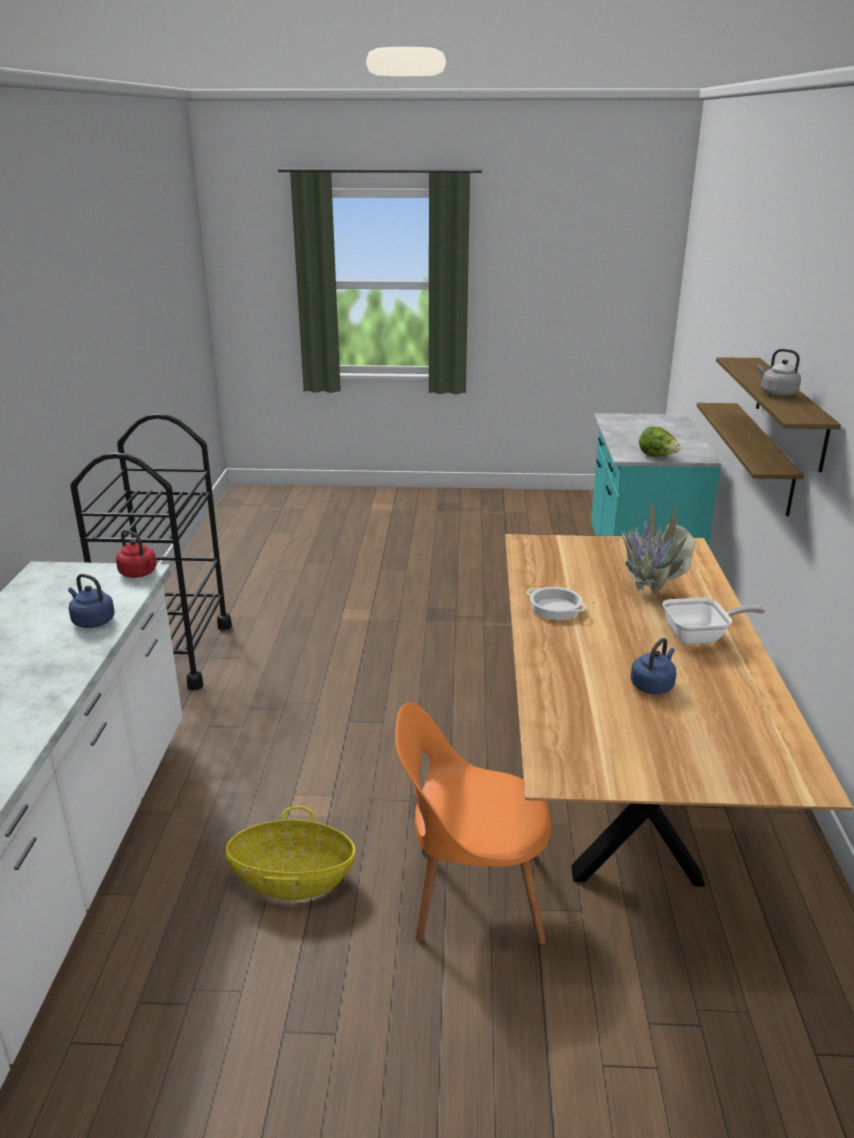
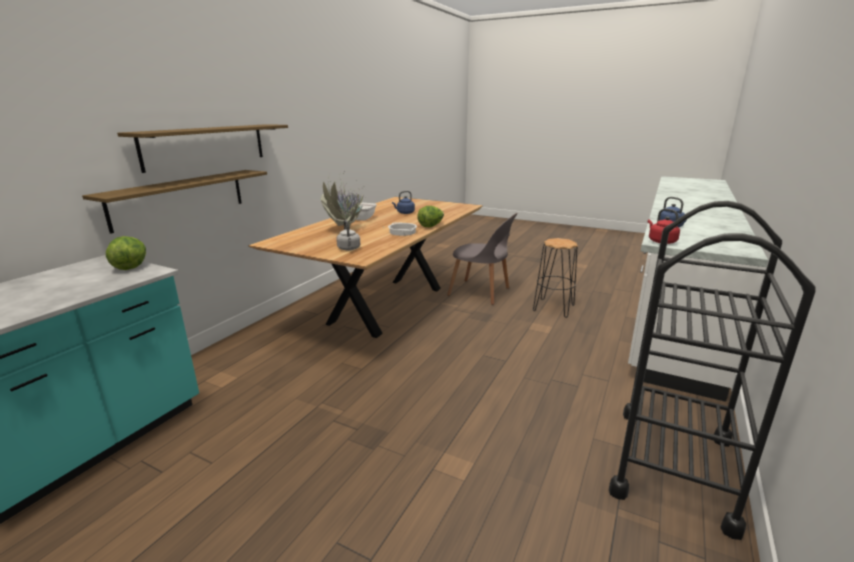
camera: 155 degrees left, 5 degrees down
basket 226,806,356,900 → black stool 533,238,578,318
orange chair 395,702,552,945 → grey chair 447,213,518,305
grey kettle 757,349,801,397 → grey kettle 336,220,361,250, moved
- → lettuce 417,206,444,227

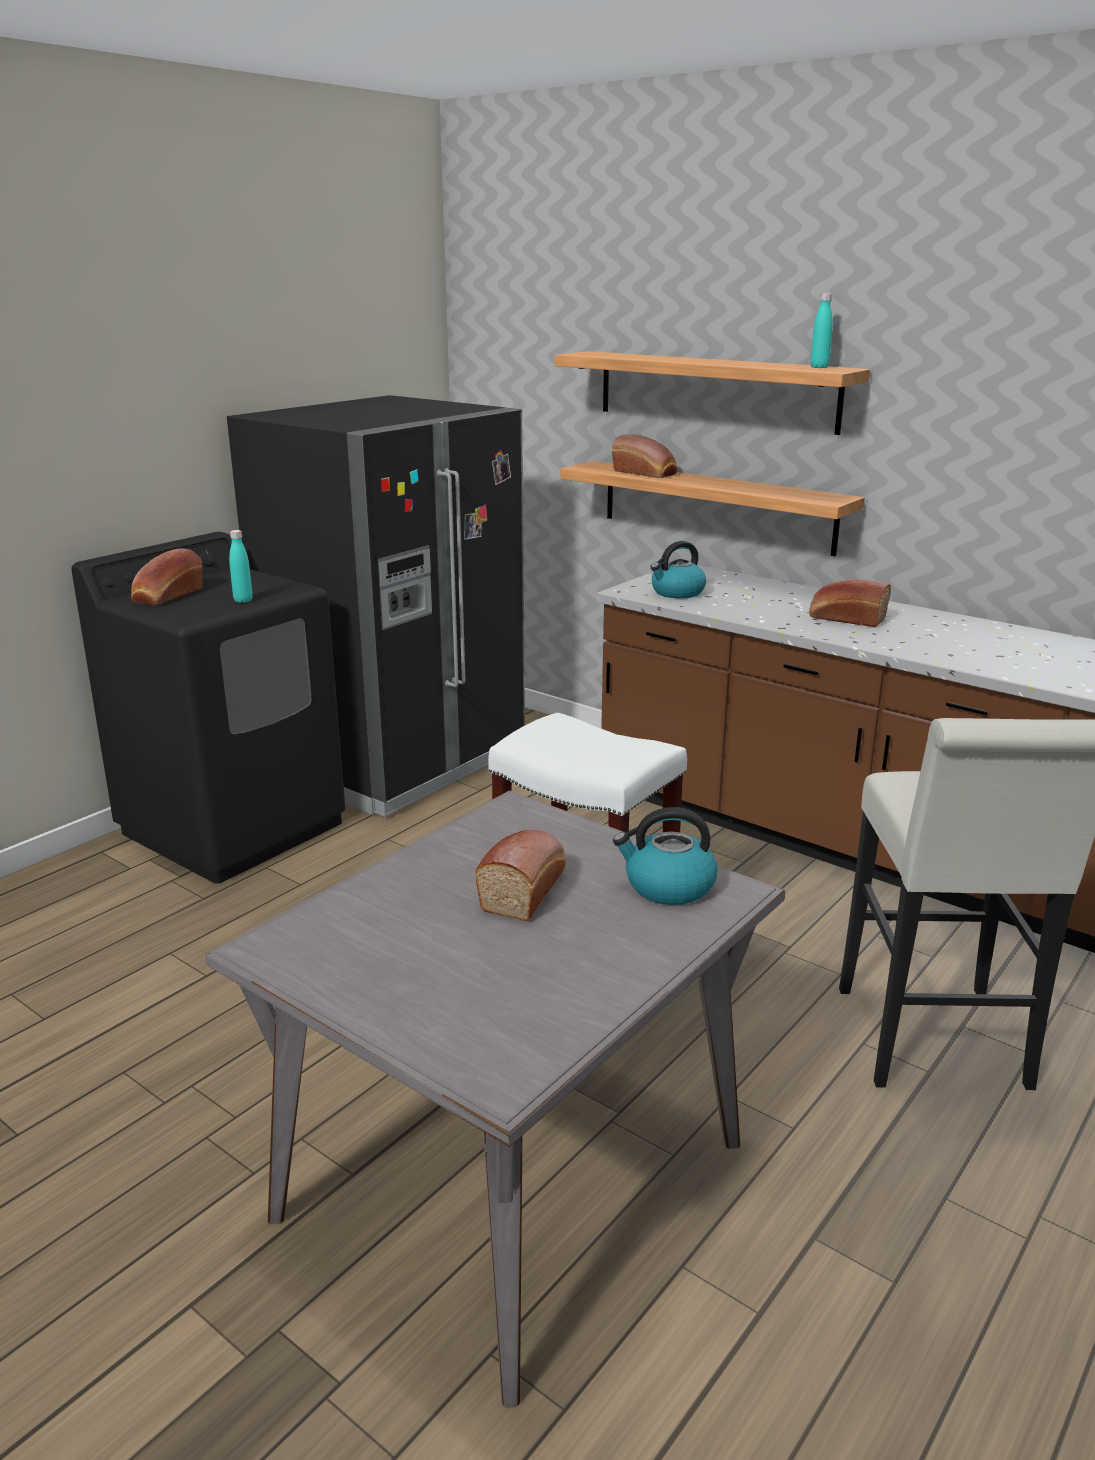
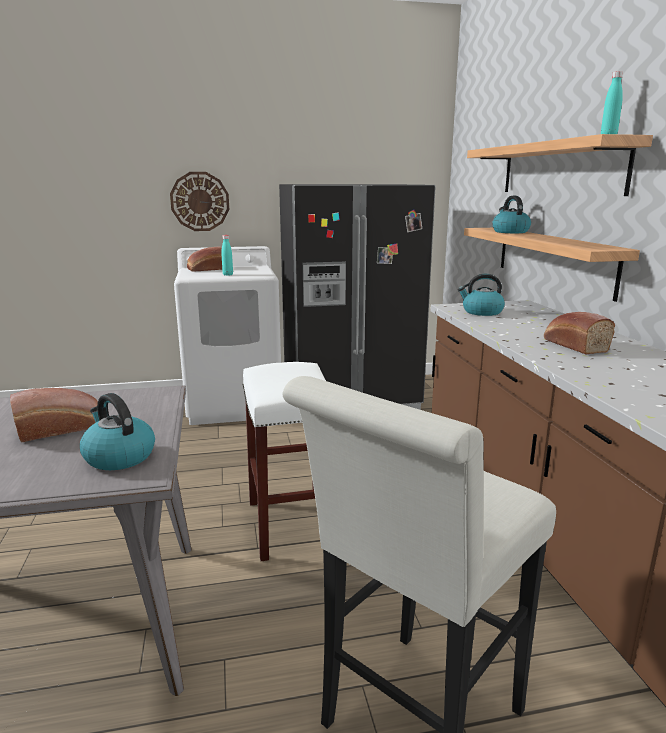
camera: 40 degrees right, 5 degrees down
black washing machine 71,532,345,884 → white washing machine 174,246,281,425
bread 612,434,677,478 → kettle 492,196,531,233
- → wall clock 170,172,229,231

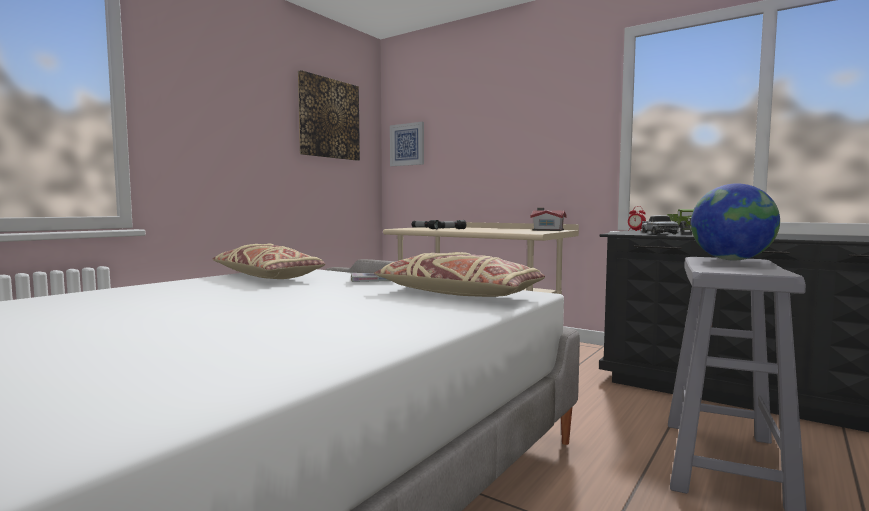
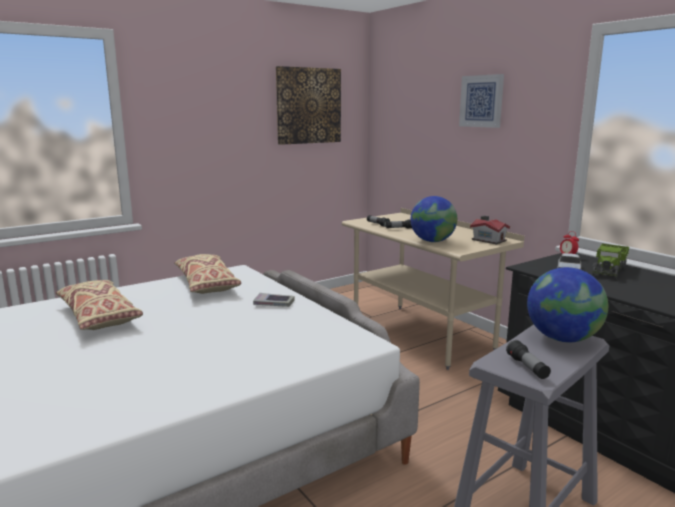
camera: 20 degrees right, 10 degrees up
beige pillow 374,252,545,297 → beige pillow 55,280,143,330, moved
picture 390,122,424,166 → picture 459,74,504,128, moved
- → globe 410,196,457,242
- → flashlight 506,340,551,379

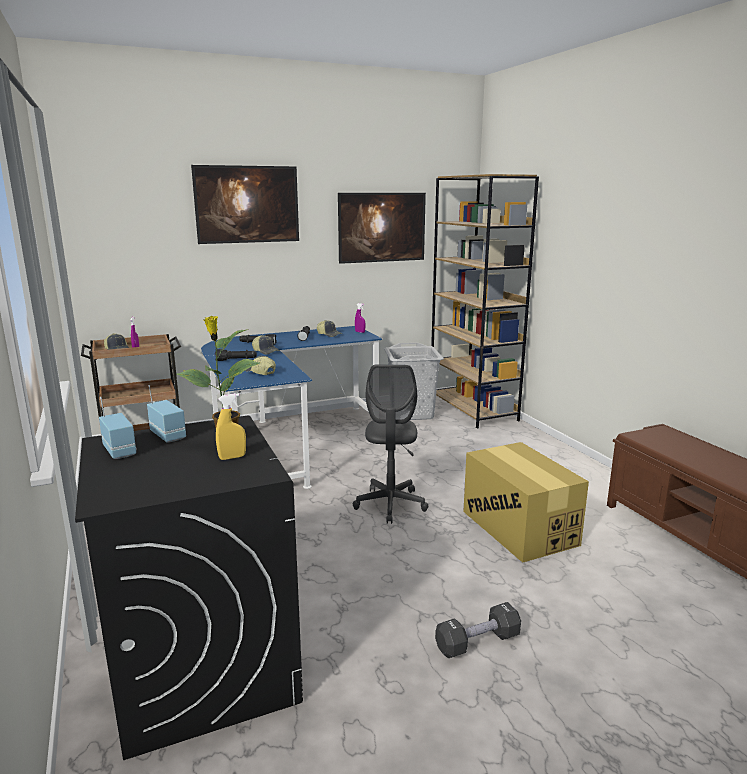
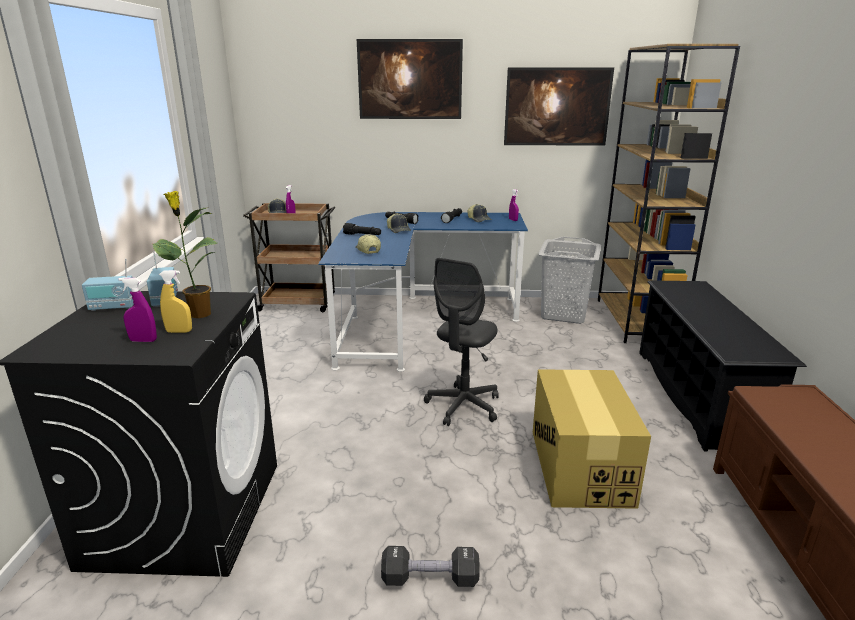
camera: 25 degrees right, 5 degrees up
radio 99,397,137,459 → radio 82,259,134,311, 90 degrees clockwise
- → purple spray bottle 118,277,157,342
- → black shoe rack 639,281,807,452

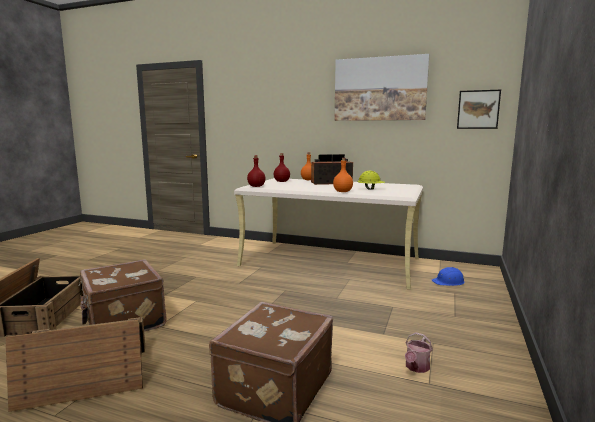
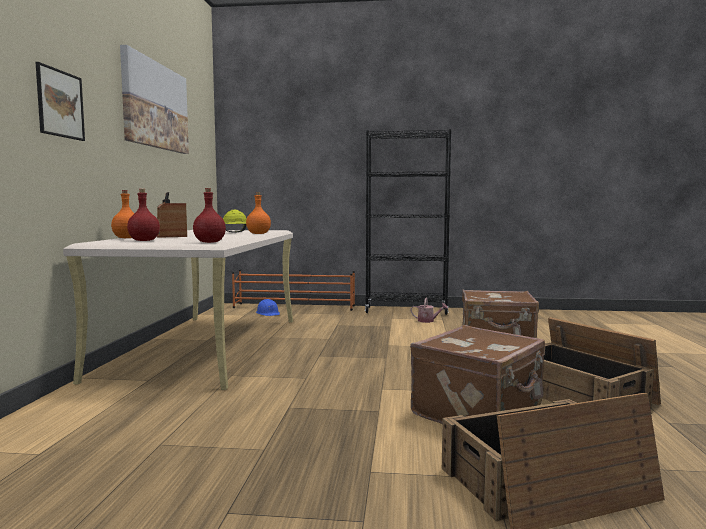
camera: 105 degrees left, 5 degrees down
picture 457,90,501,129 → picture 36,62,85,141, moved
- → orange shoe rack 232,270,355,311
- → black bookcase 365,129,452,315

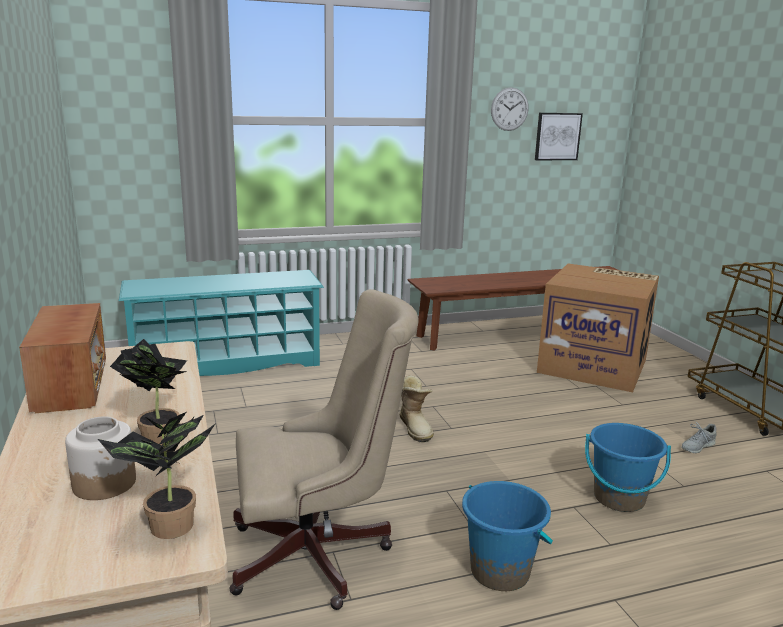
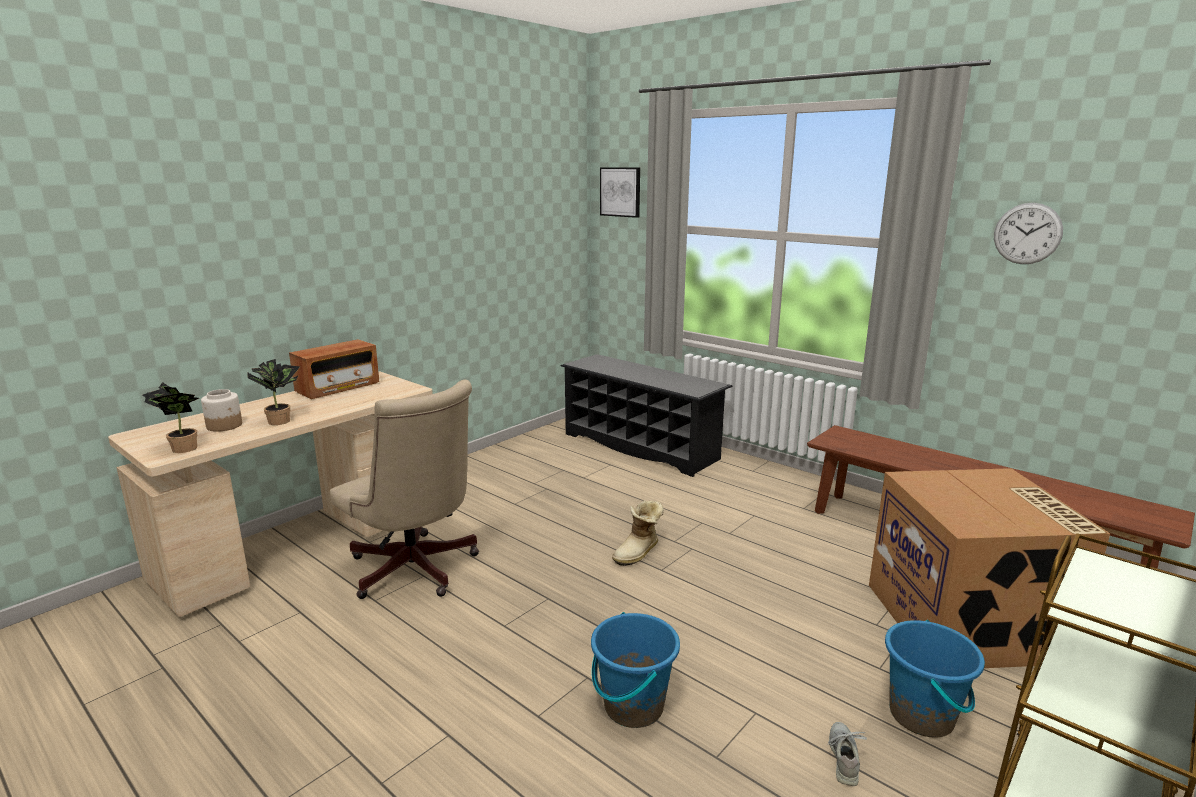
camera: 60 degrees right, 0 degrees up
turquoise shoe rack 119,270,324,376 → black shoe rack 561,354,733,477
blue bucket 462,481,553,591 → blue bucket 885,620,985,738, moved
picture 535,113,583,161 → picture 600,167,640,218, moved
grey shoe 681,420,717,453 → grey shoe 827,722,867,786, 75 degrees clockwise

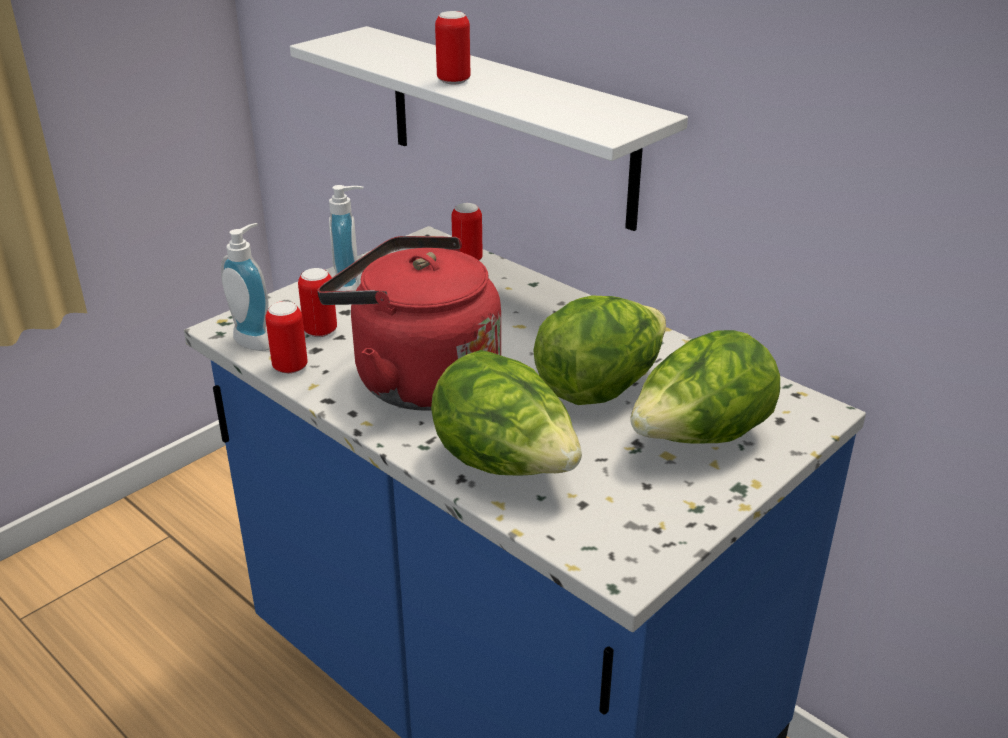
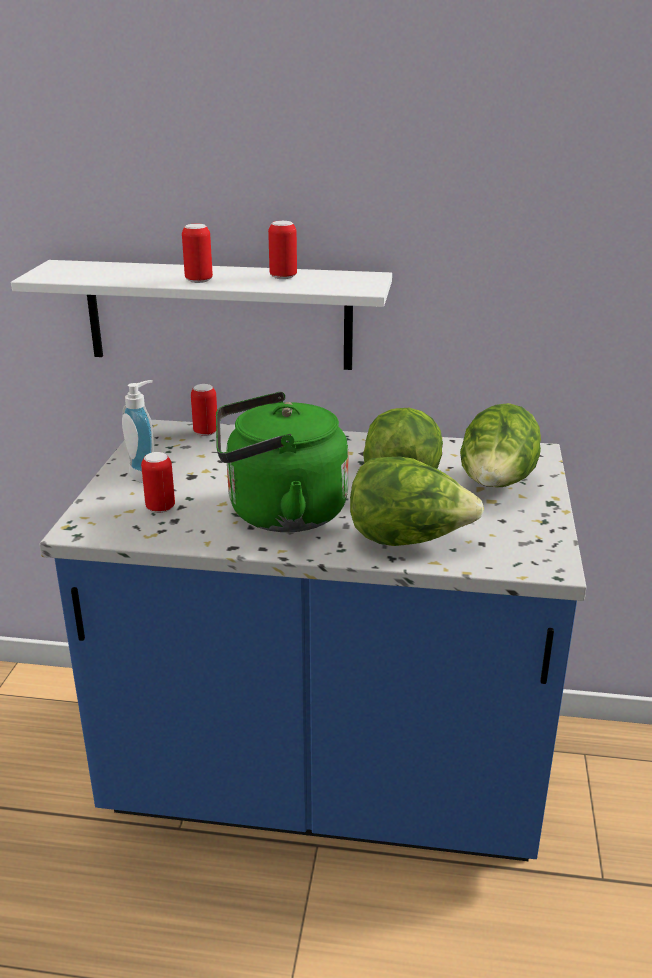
camera: 35 degrees left, 5 degrees down
soap dispenser 221,223,270,351 → -
can 265,301,308,374 → can 268,221,297,279, moved
red kettle 317,236,501,411 → green kettle 216,392,349,532

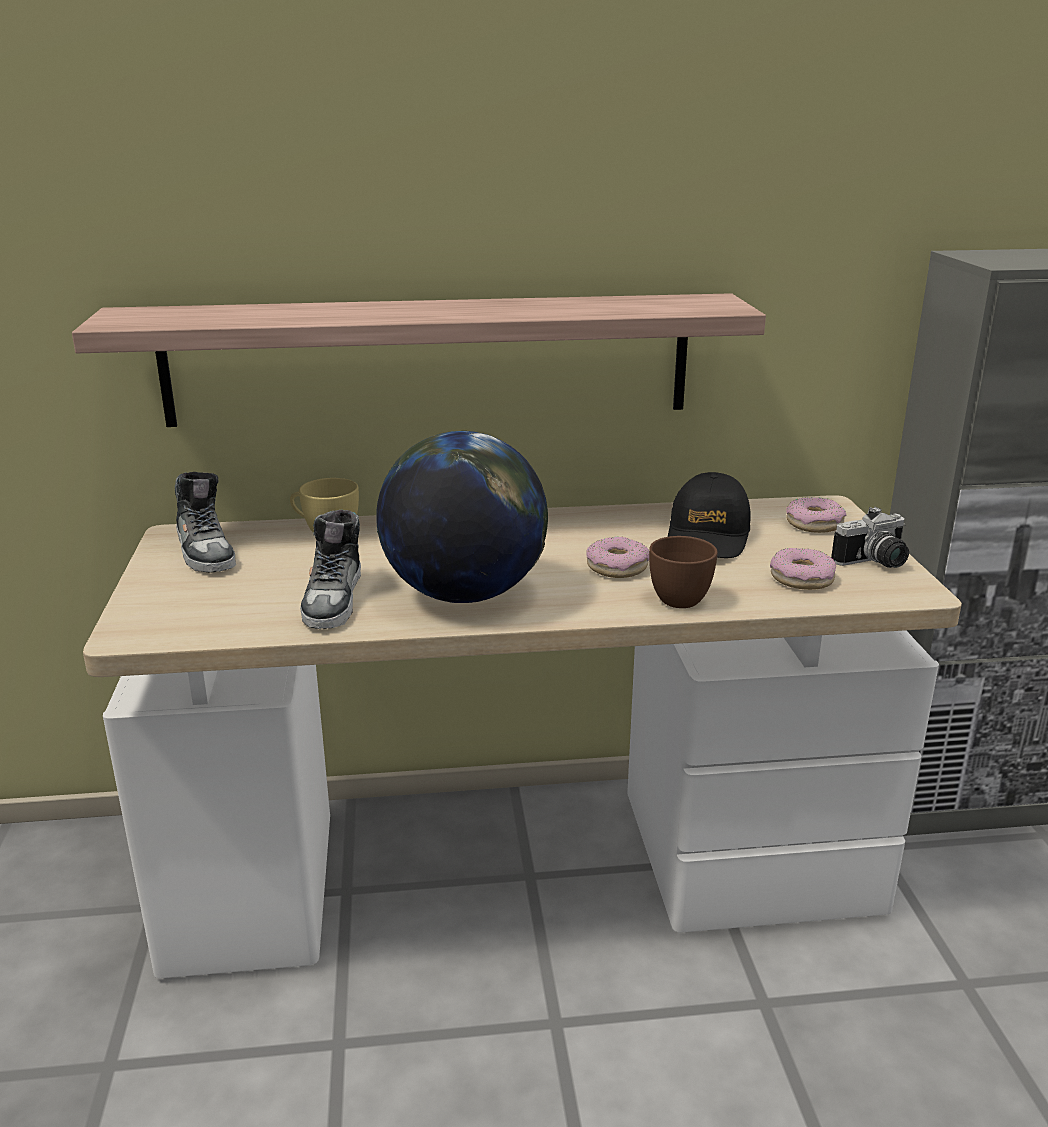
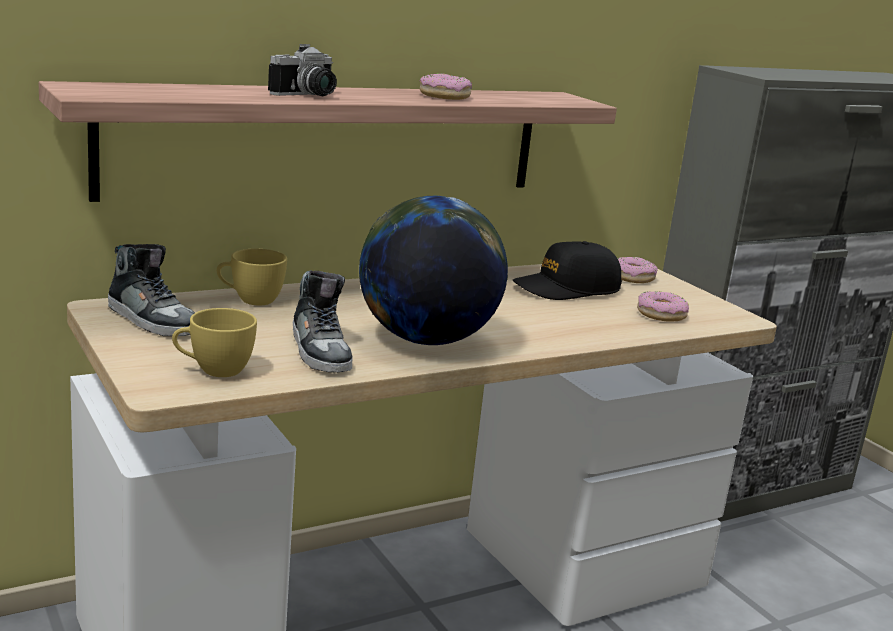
camera: 25 degrees left, 5 degrees down
donut 587,537,649,578 → donut 420,73,472,100, moved
brown cup 649,536,718,608 → -
black cap 668,472,751,558 → black cap 512,241,622,300, 75 degrees clockwise
photo camera 831,506,909,568 → photo camera 268,44,337,96, moved
- → yellow cup 172,308,257,377

